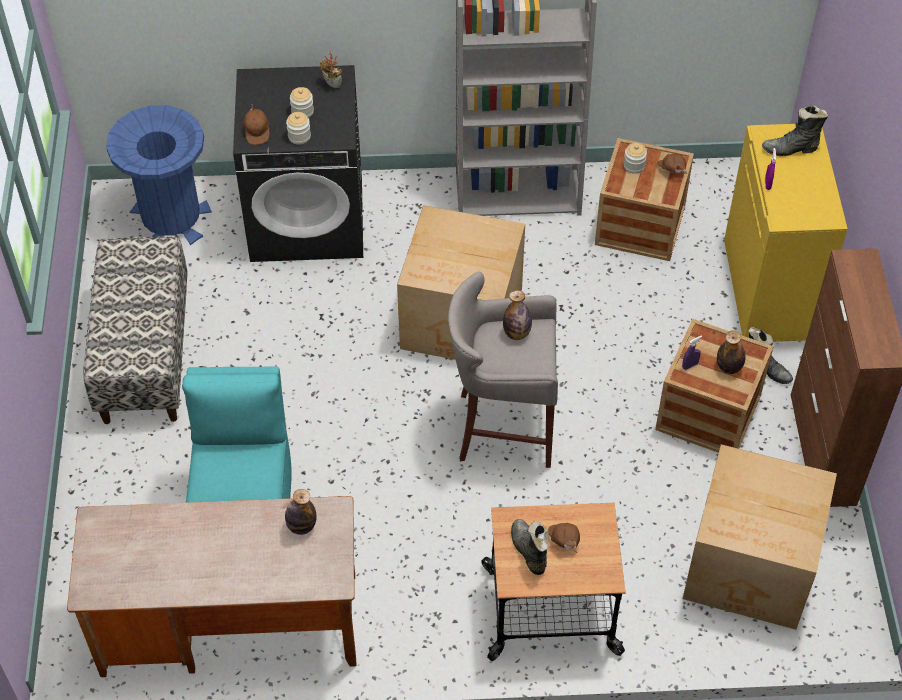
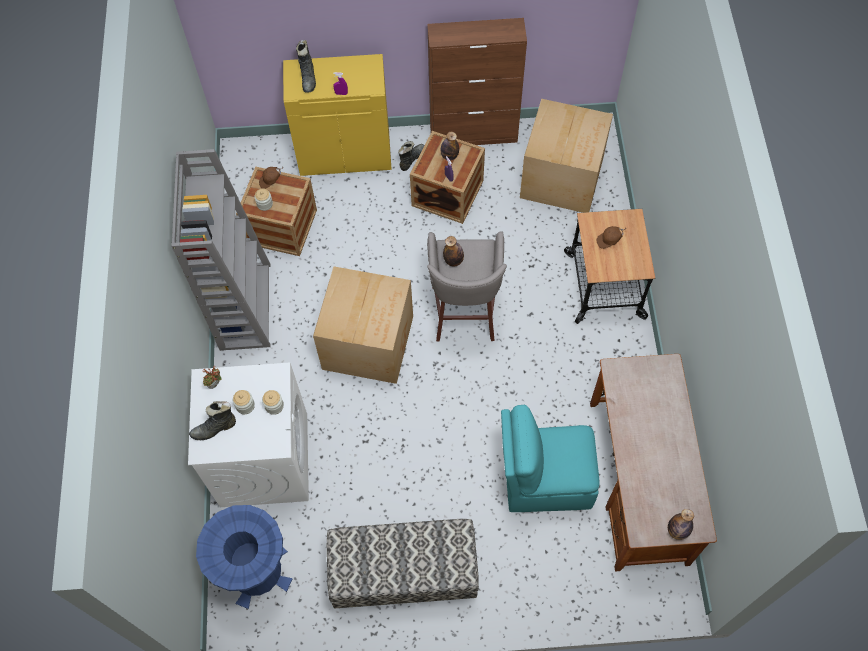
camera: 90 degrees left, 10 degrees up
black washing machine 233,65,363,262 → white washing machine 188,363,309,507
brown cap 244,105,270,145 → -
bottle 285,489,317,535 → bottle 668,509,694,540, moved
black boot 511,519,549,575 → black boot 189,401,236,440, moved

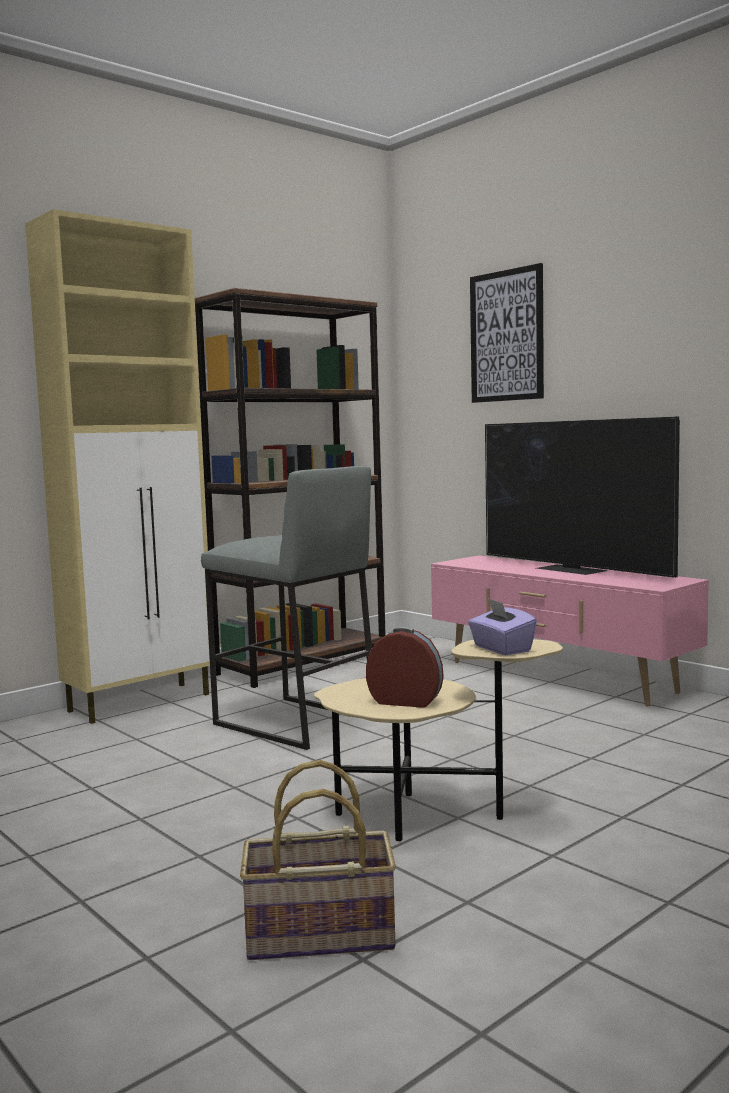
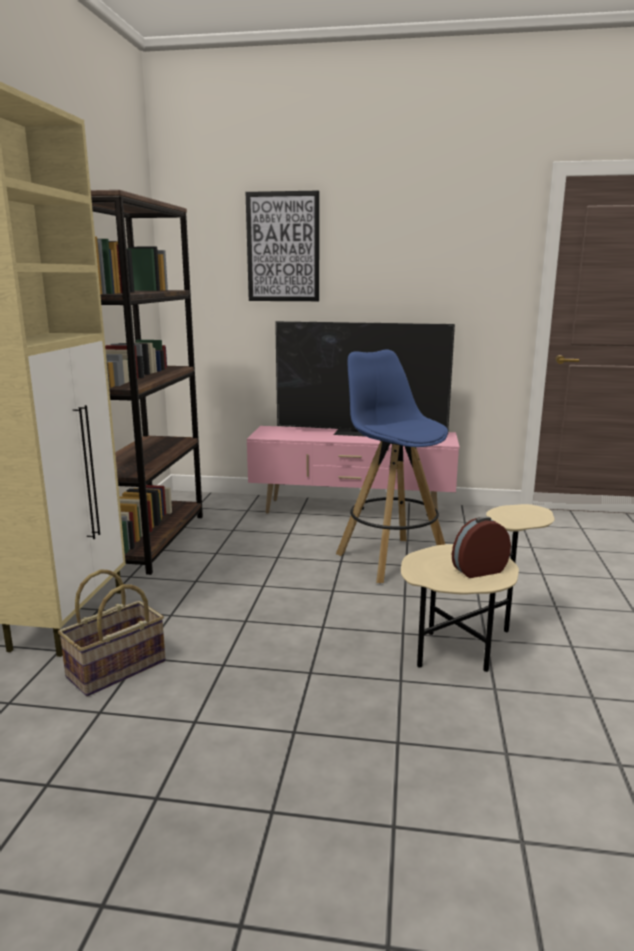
camera: 40 degrees left, 10 degrees up
grey stool 201,466,372,750 → -
basket 240,760,396,960 → basket 58,570,166,696, moved
purple tissue box 468,598,537,655 → -
- → blue stool 336,349,448,583

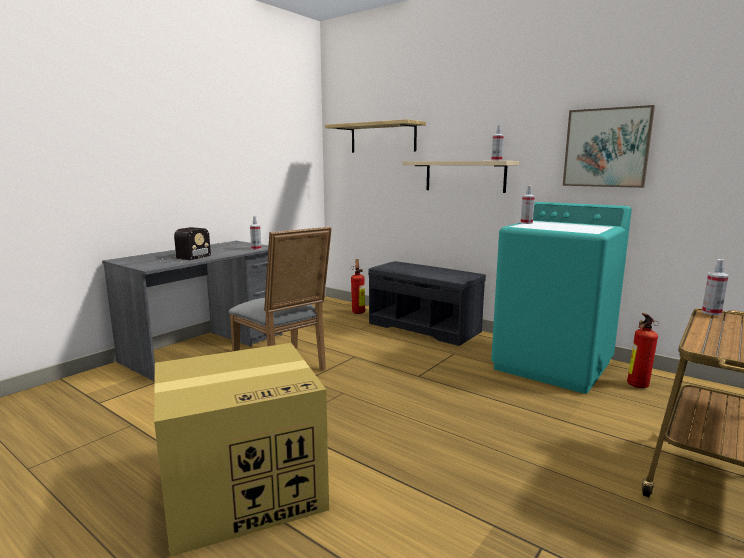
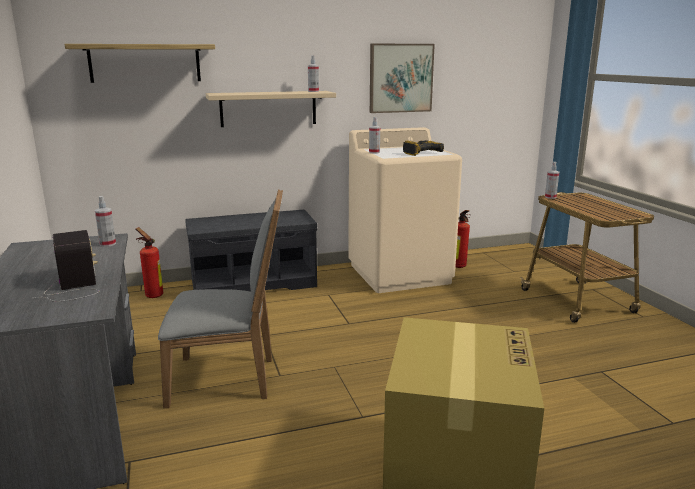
camera: 55 degrees left, 5 degrees up
turquoise washing machine 491,202,632,394 → beige washing machine 348,127,462,293
- → power drill 403,140,444,156

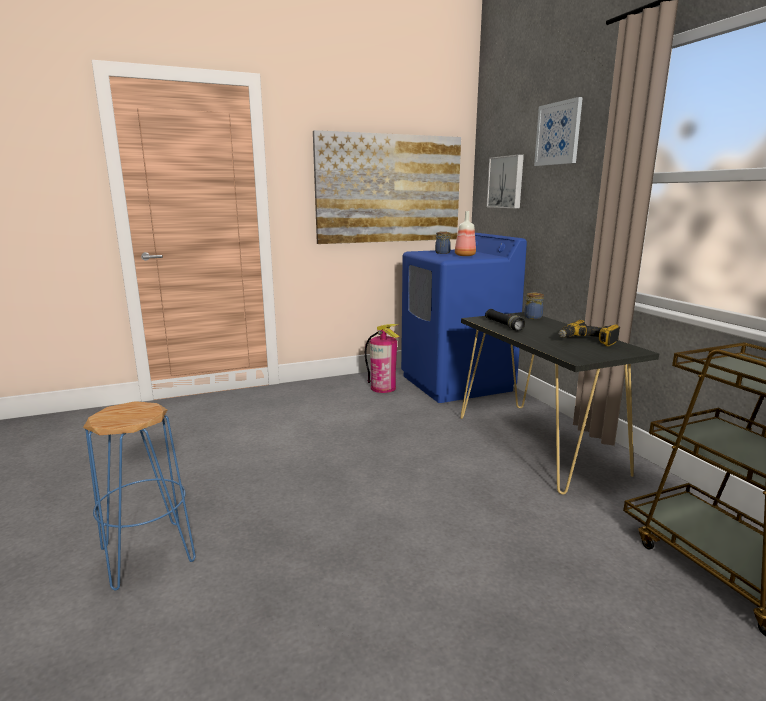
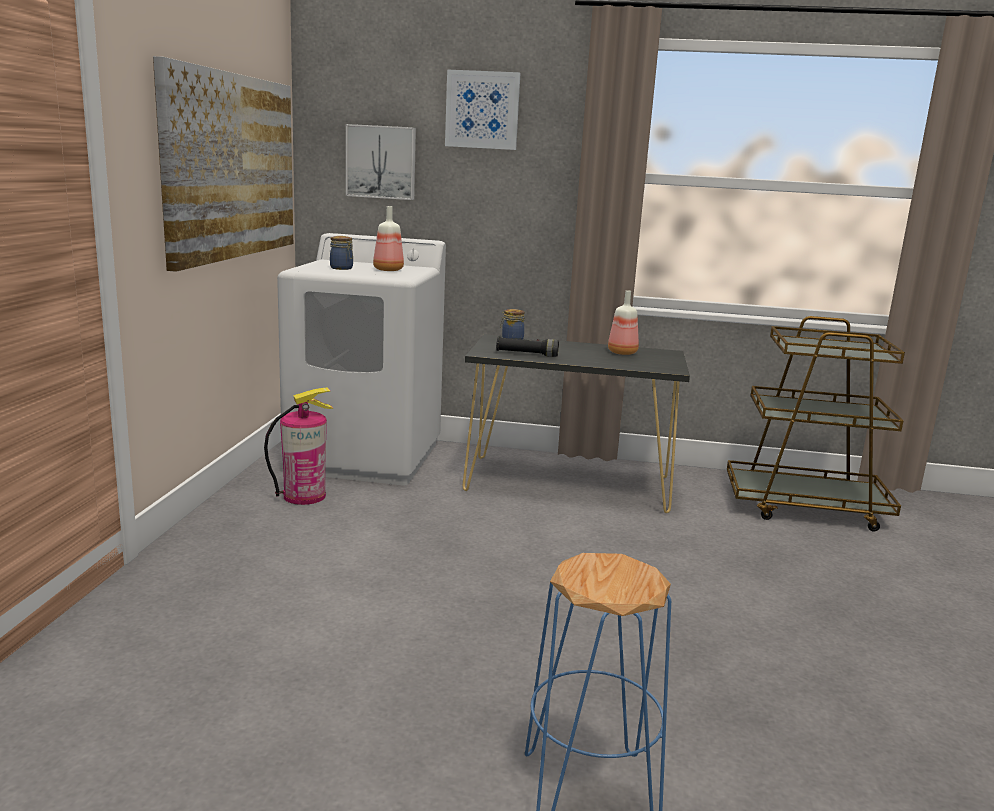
camera: 60 degrees left, 0 degrees up
blue washing machine 401,233,527,403 → white washing machine 277,233,446,485
power drill 559,320,620,347 → bottle 608,290,639,355

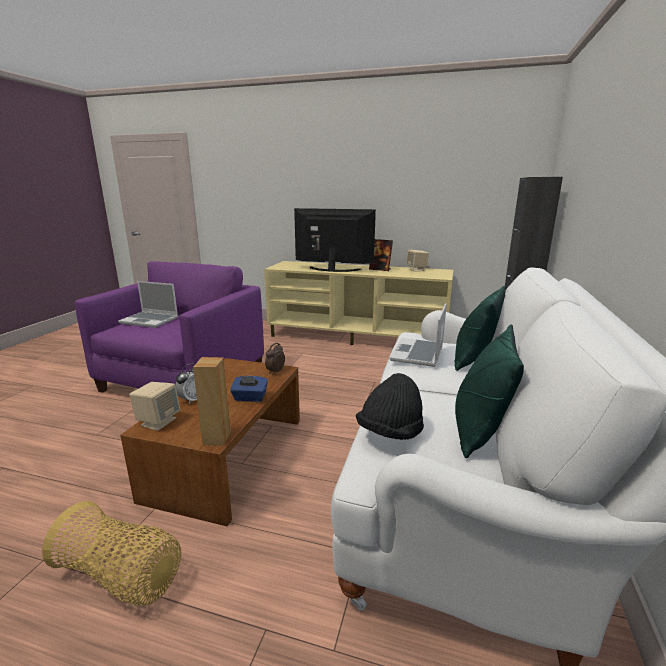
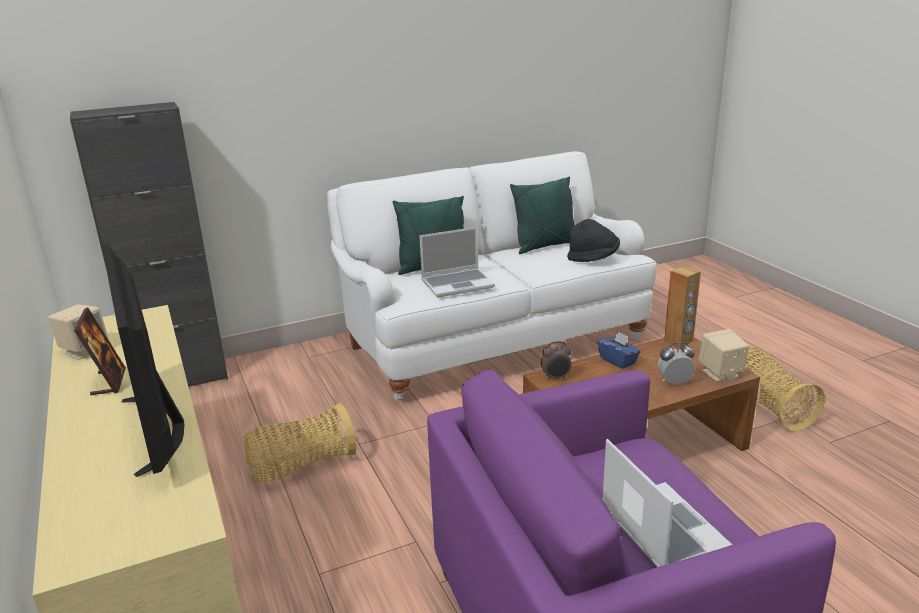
camera: 130 degrees left, 5 degrees up
- → basket 244,403,356,483

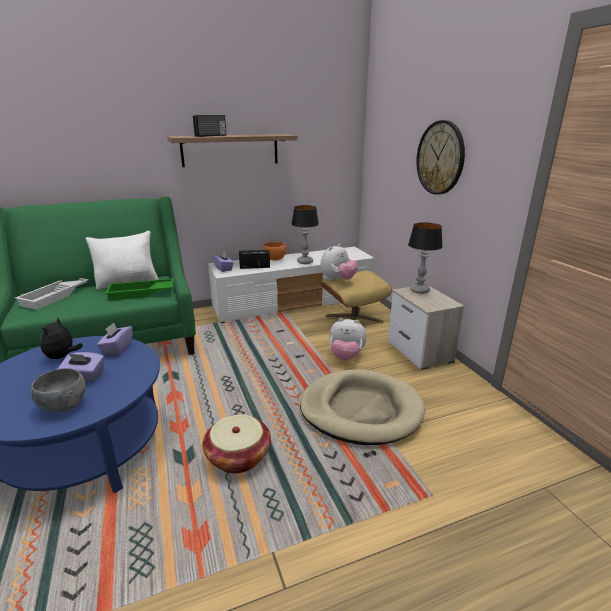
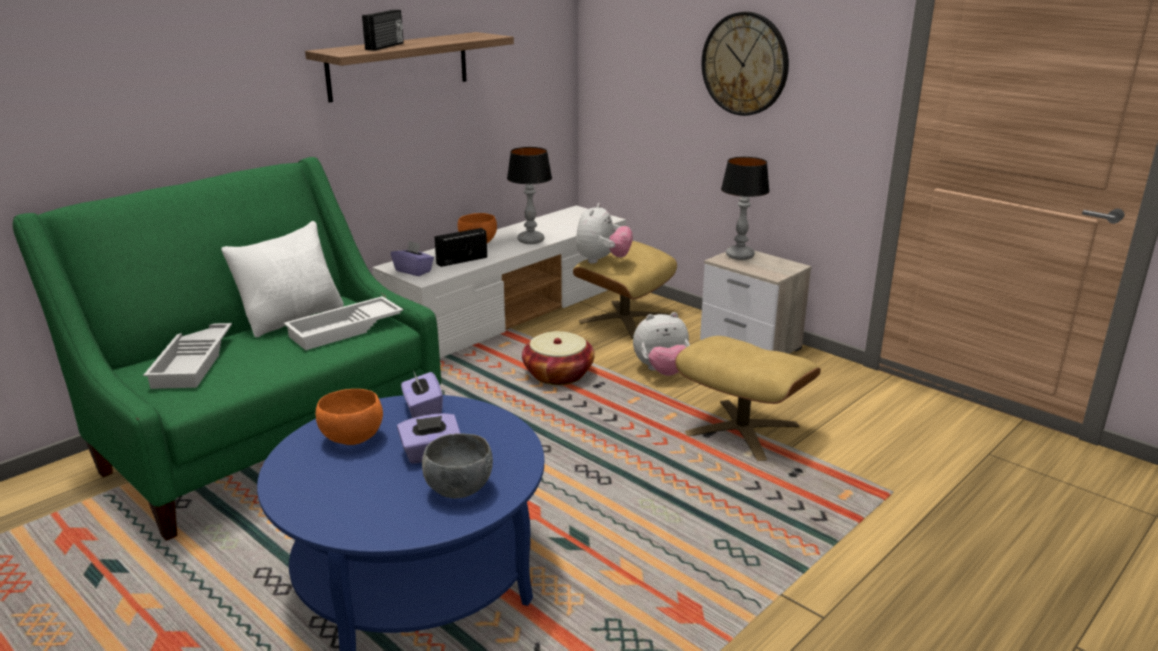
camera: 25 degrees left, 0 degrees up
plush toy 40,317,83,359 → orange bowl 316,389,383,445
green tray 105,278,174,301 → white tray 284,296,403,350
basket 202,414,271,474 → basket 522,331,595,385, moved
beige dog bed 300,369,425,445 → beige ottoman 675,336,821,461

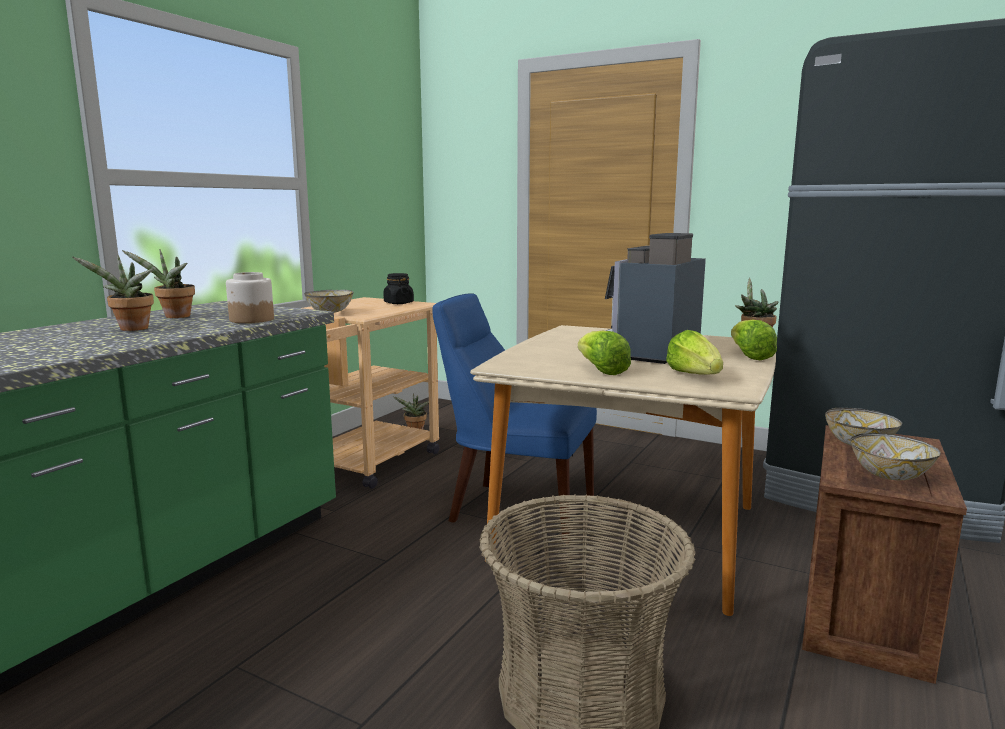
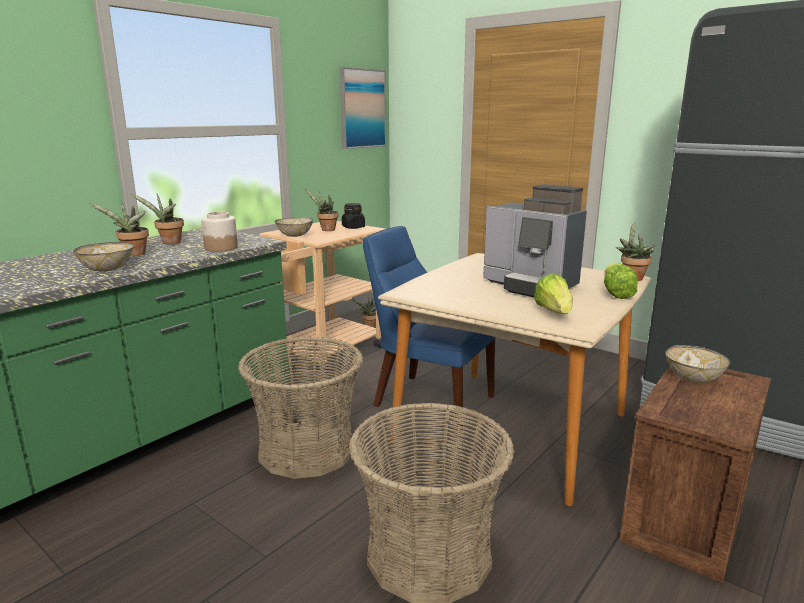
camera: 10 degrees right, 5 degrees up
lettuce 578,331,631,375 → -
coffee machine 605,233,706,364 → coffee machine 483,184,587,297, 90 degrees counterclockwise
bowl 850,433,940,480 → bowl 73,242,134,272, moved
- → basket 238,336,363,479
- → potted plant 305,189,339,231
- → picture 340,67,386,149

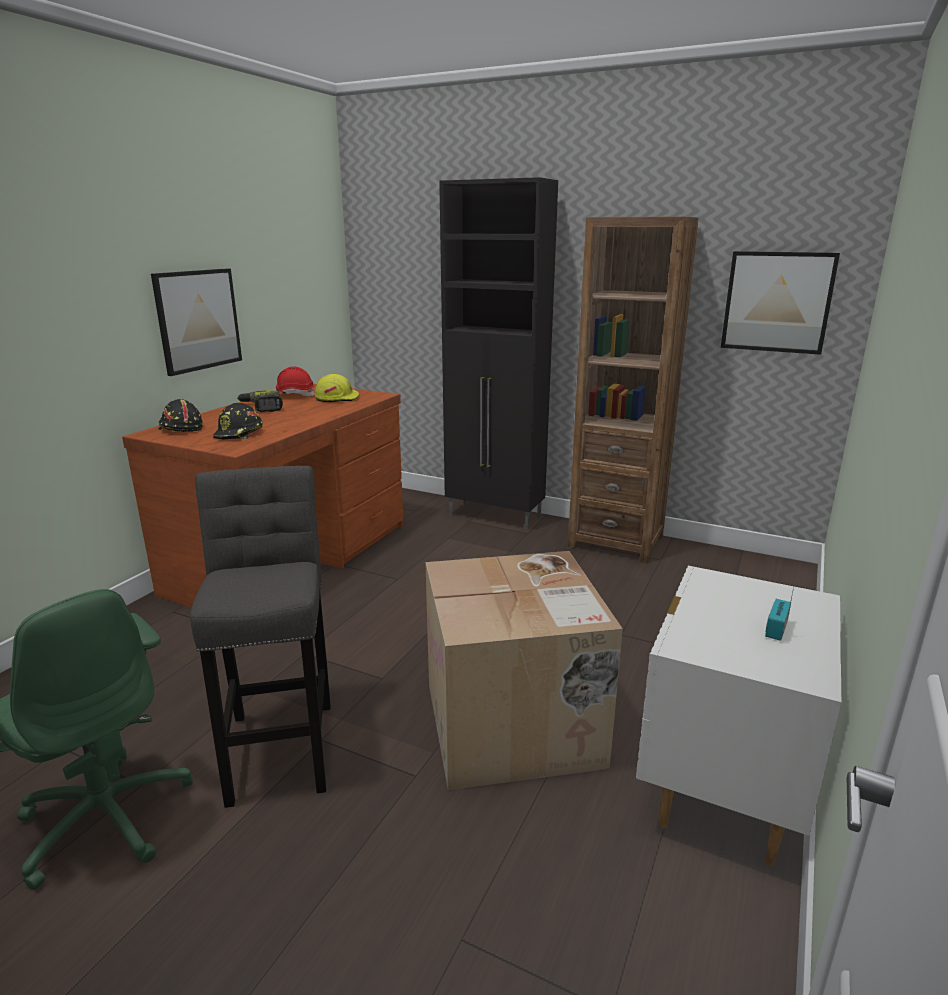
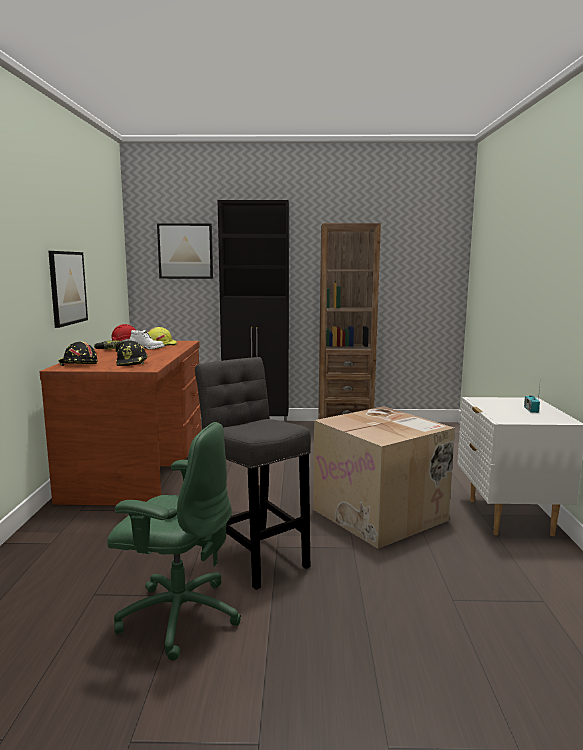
camera: 25 degrees left, 10 degrees down
picture 721,251,840,355 → picture 157,223,213,279, moved
- → white boot 130,330,165,349

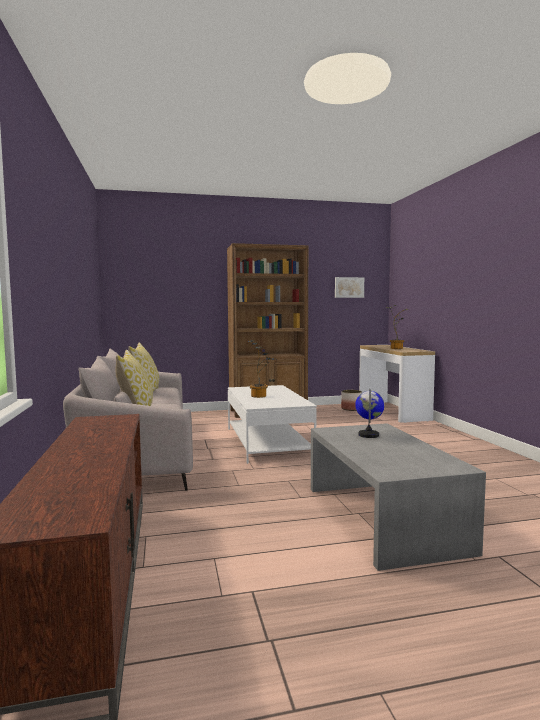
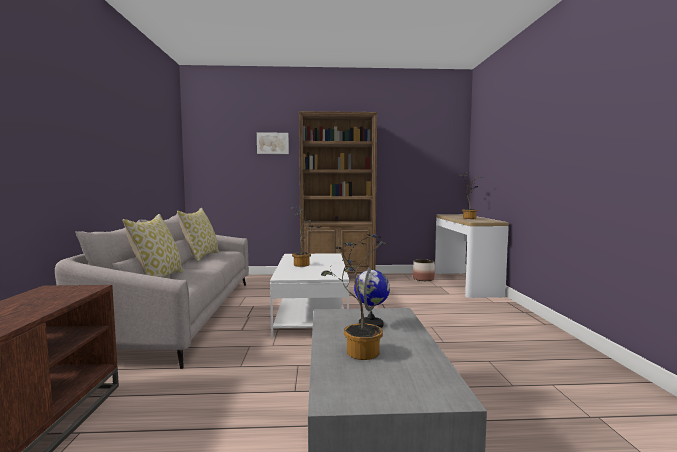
camera: 10 degrees right, 0 degrees up
picture 335,277,364,298 → picture 257,132,289,154, moved
- → potted plant 321,234,387,360

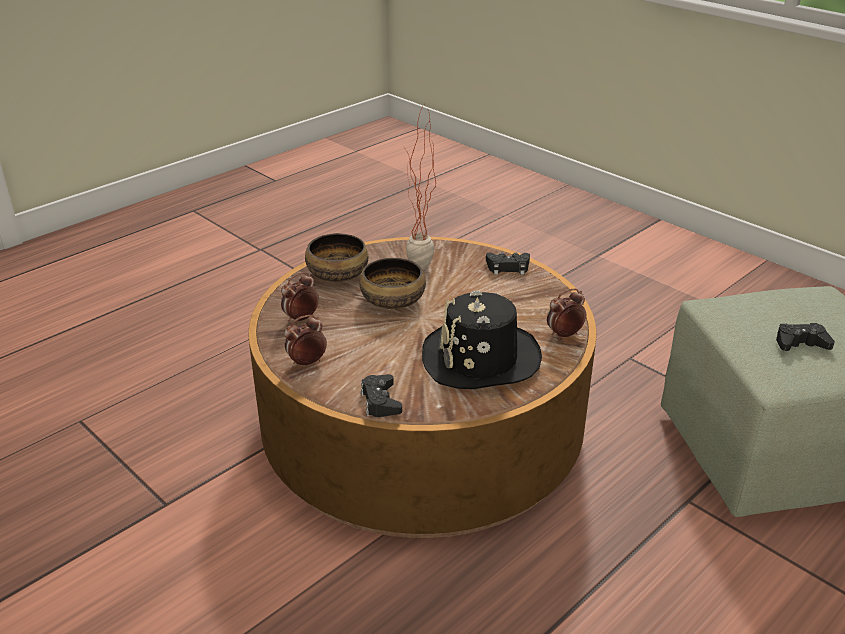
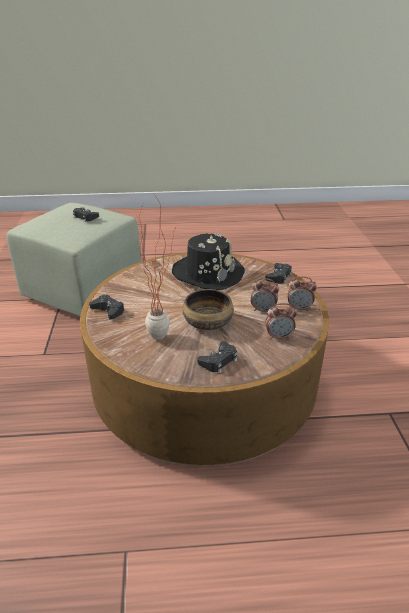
camera: 140 degrees left, 0 degrees up
bowl 305,233,368,282 → black game controller 197,341,237,373
alarm clock 547,289,586,339 → alarm clock 251,278,279,312, moved

